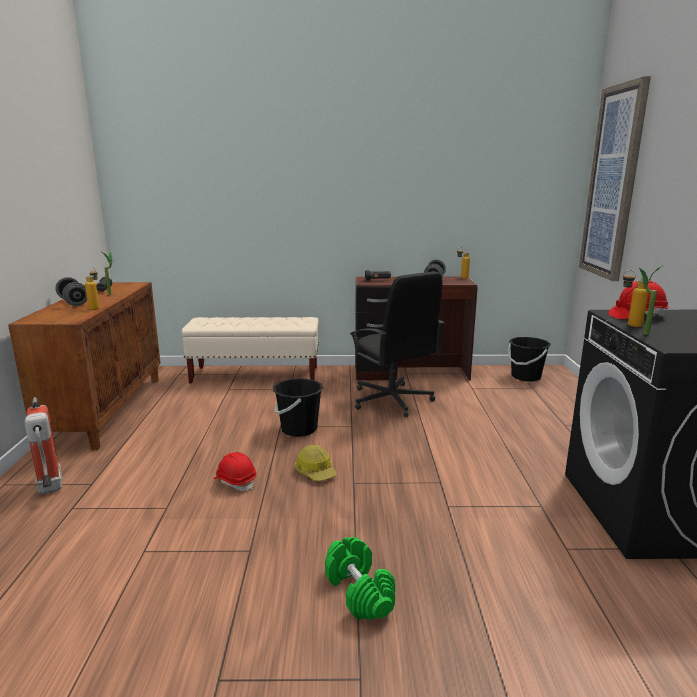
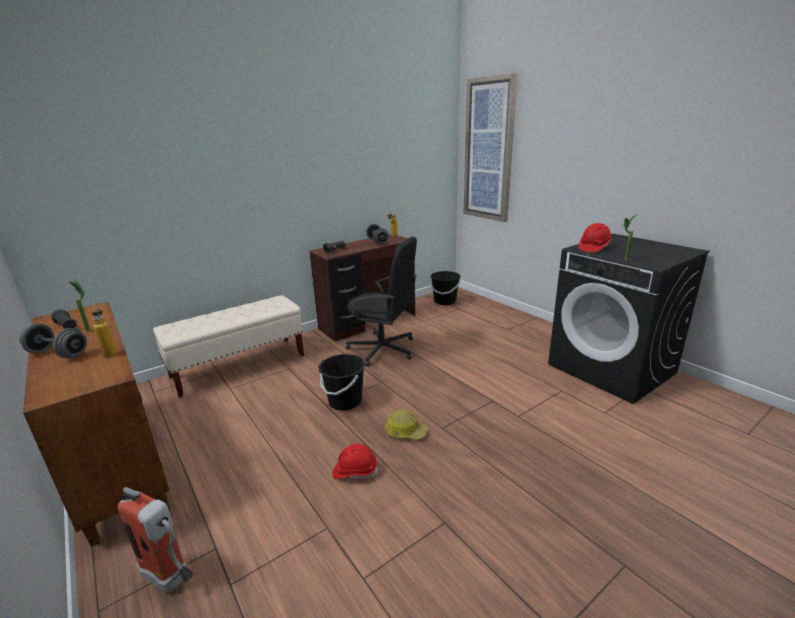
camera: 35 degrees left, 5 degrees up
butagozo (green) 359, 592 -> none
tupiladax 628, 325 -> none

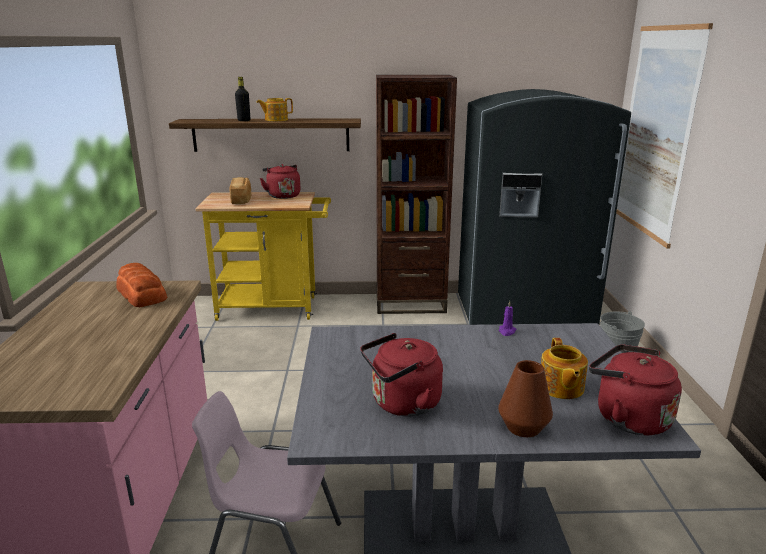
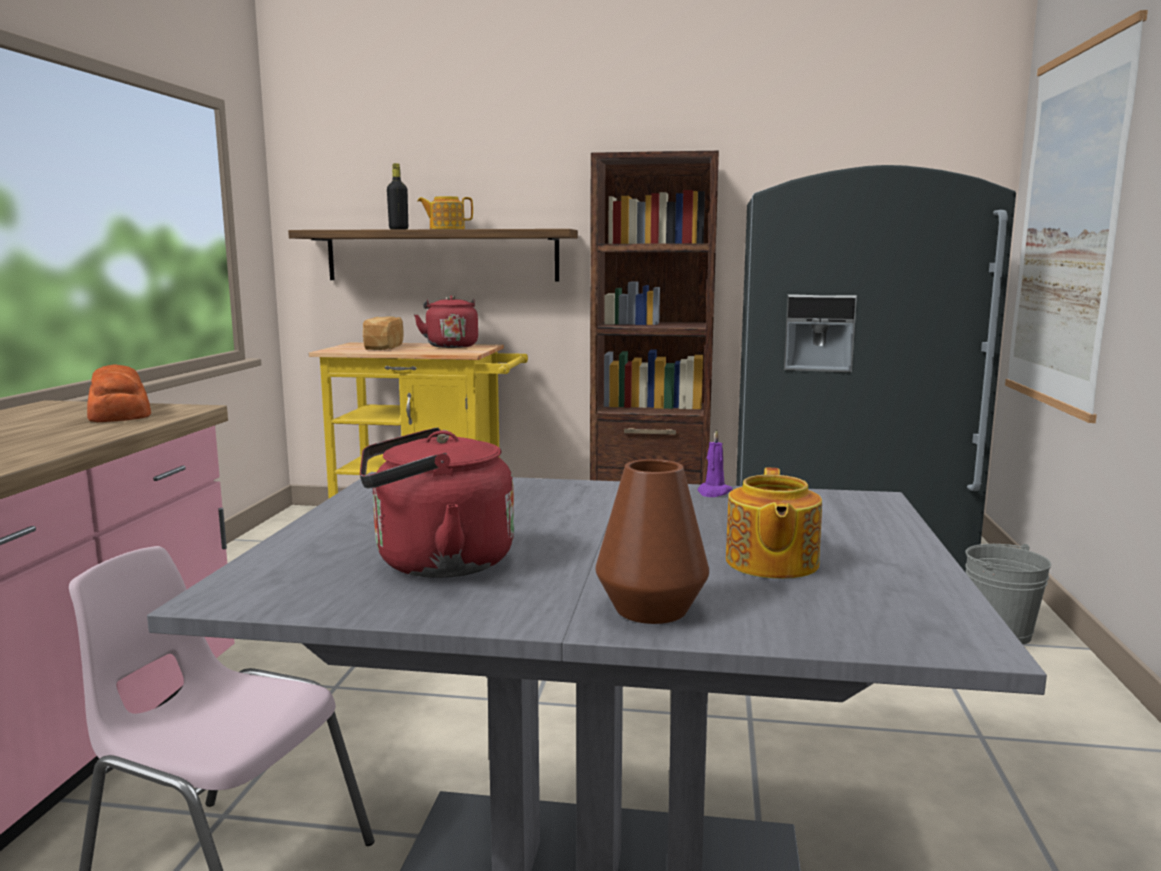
camera: 10 degrees right, 10 degrees down
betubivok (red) 627, 417 -> none

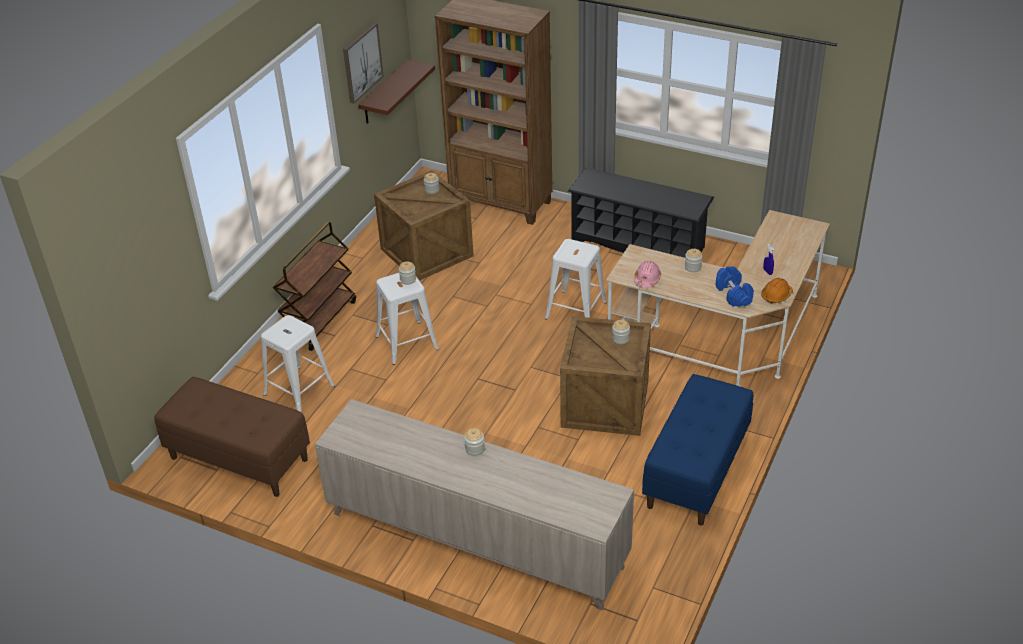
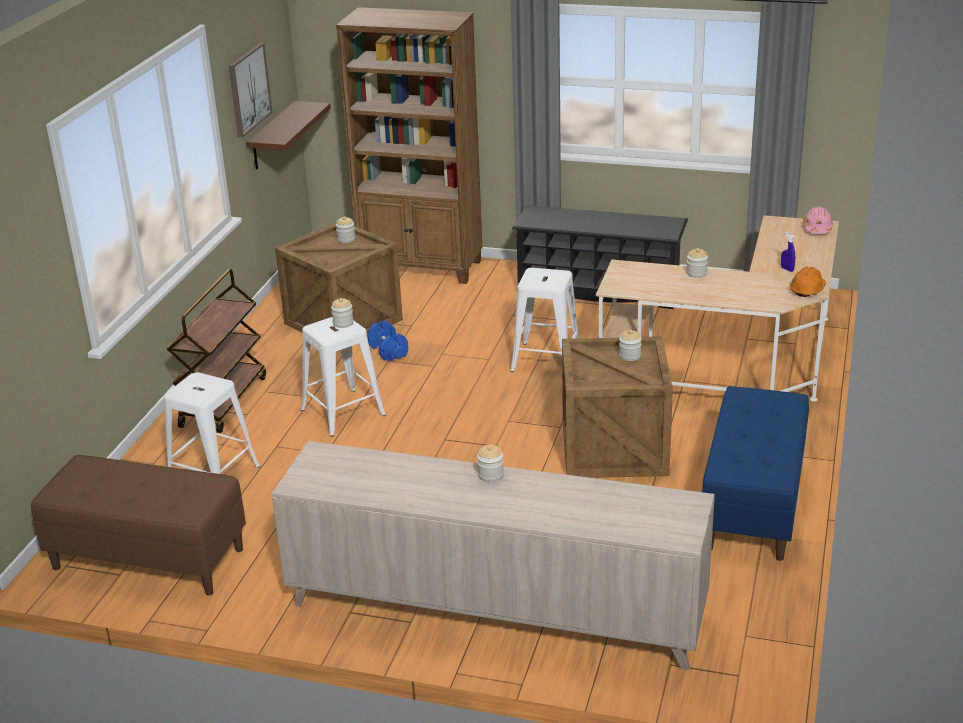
camera: 10 degrees left, 10 degrees down
butagozo (blue) 733, 294 -> butagozo (blue) 388, 350, relocated
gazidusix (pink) 647, 279 -> gazidusix (pink) 817, 228, relocated

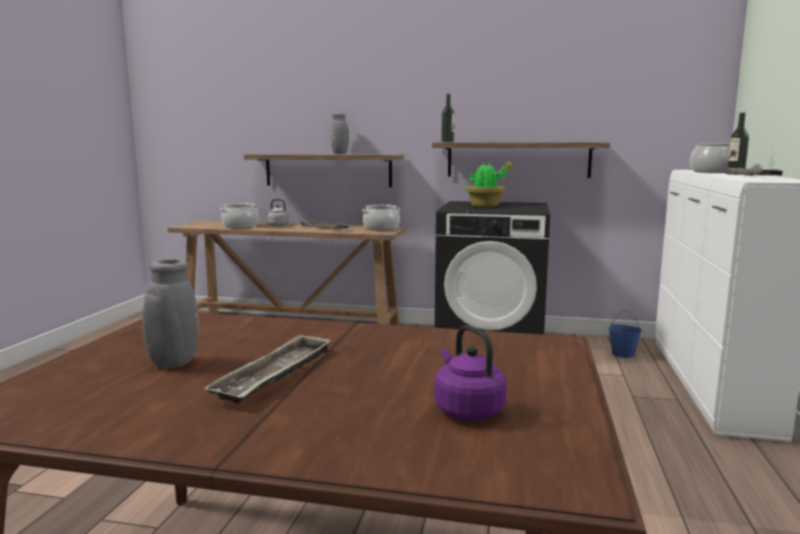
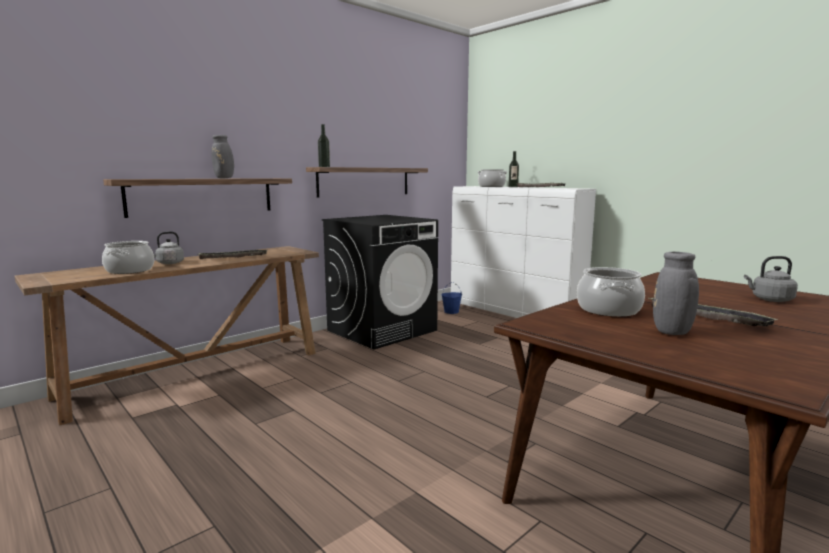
camera: 55 degrees left, 0 degrees up
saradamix 381, 228 -> saradamix 608, 310, relocated
betubivok (purple) 467, 409 -> betubivok (grey) 770, 299
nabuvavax 486, 206 -> none

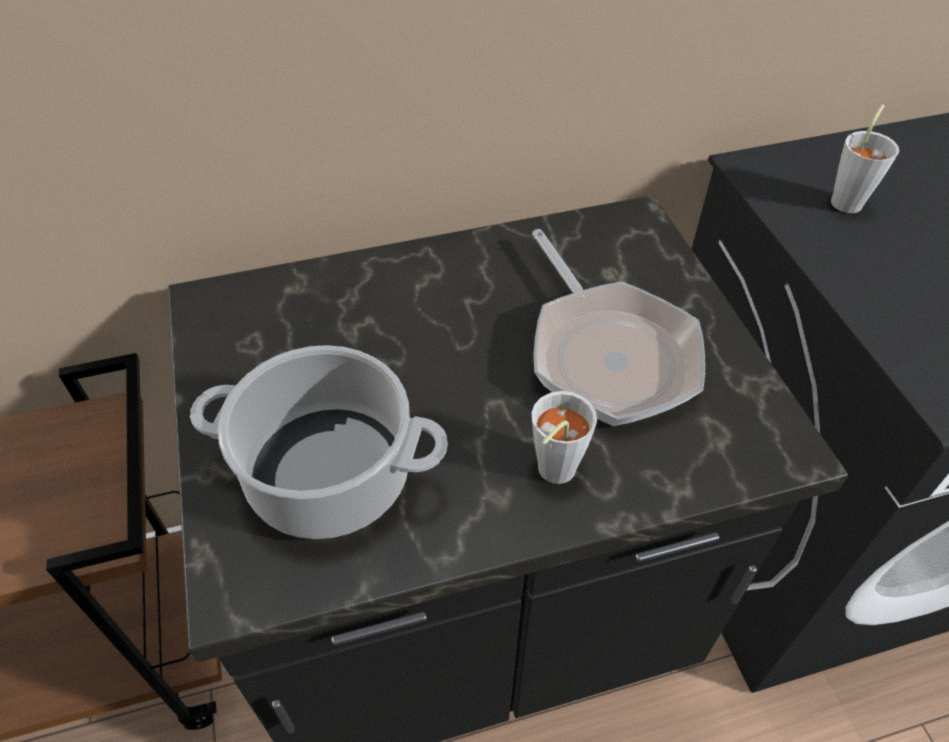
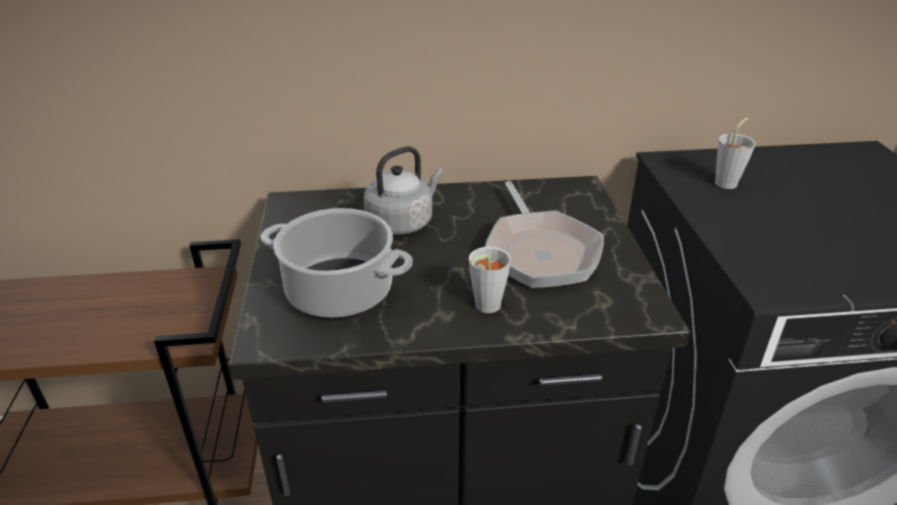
camera: 10 degrees right, 15 degrees down
none -> betubivok (grey) 402, 222

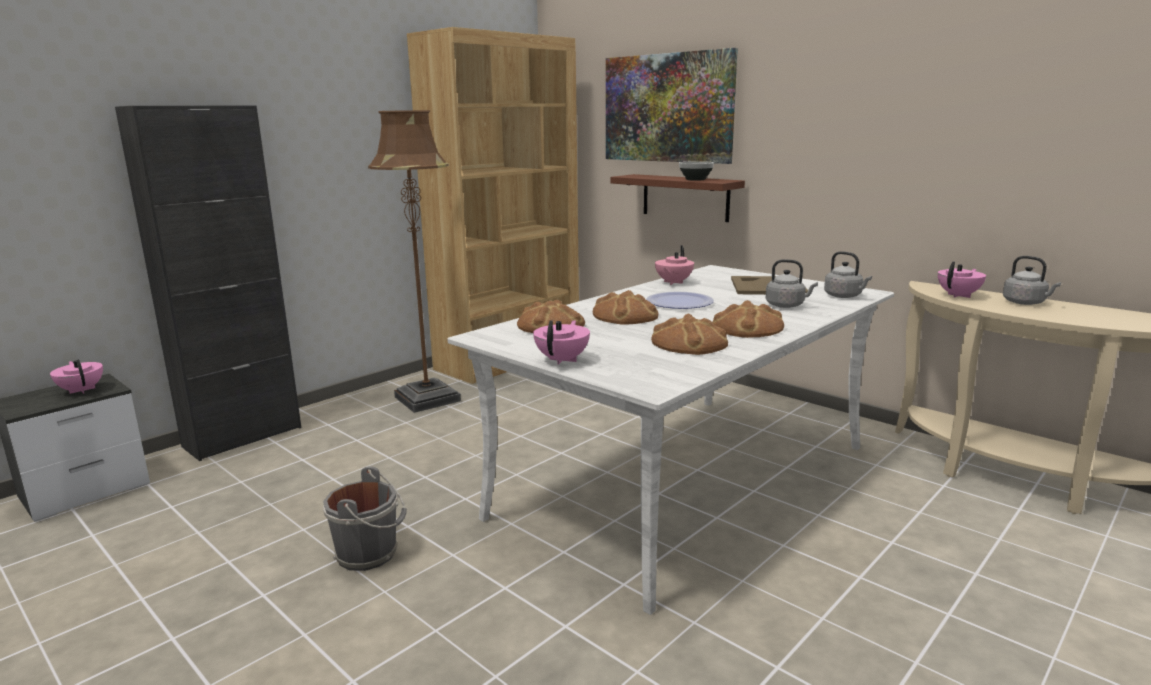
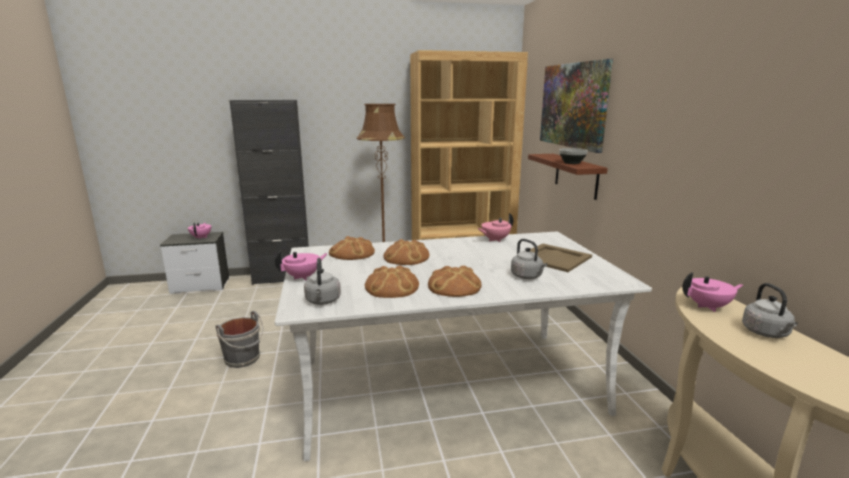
camera: 35 degrees right, 0 degrees up
betubivok (grey) 844, 296 -> betubivok (grey) 323, 301, relocated
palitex 679, 302 -> none

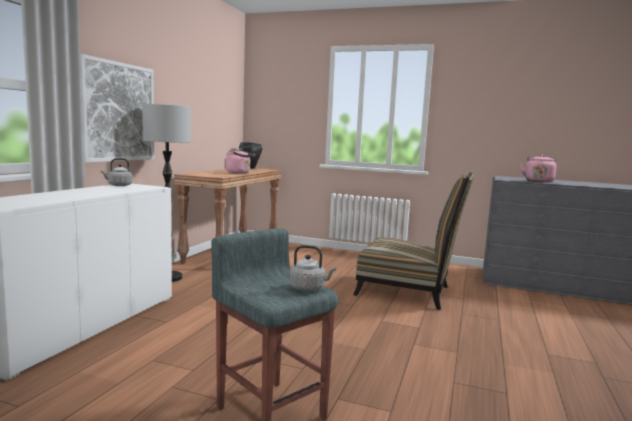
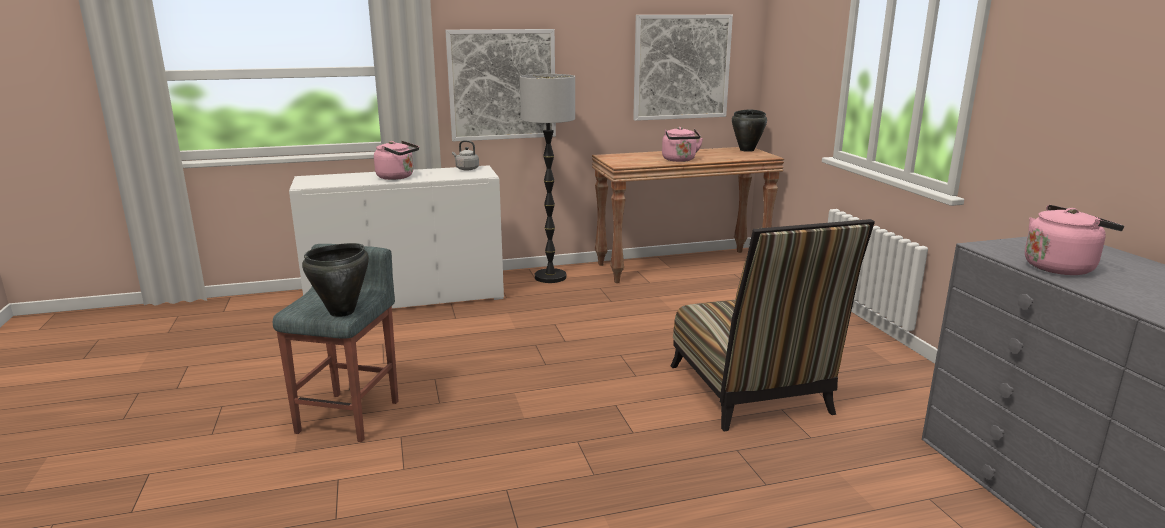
camera: 55 degrees right, 10 degrees up
betubivok (grey) 309, 288 -> saradamix (black) 342, 312
none -> betubivok (pink) 397, 177
none -> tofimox 681, 67

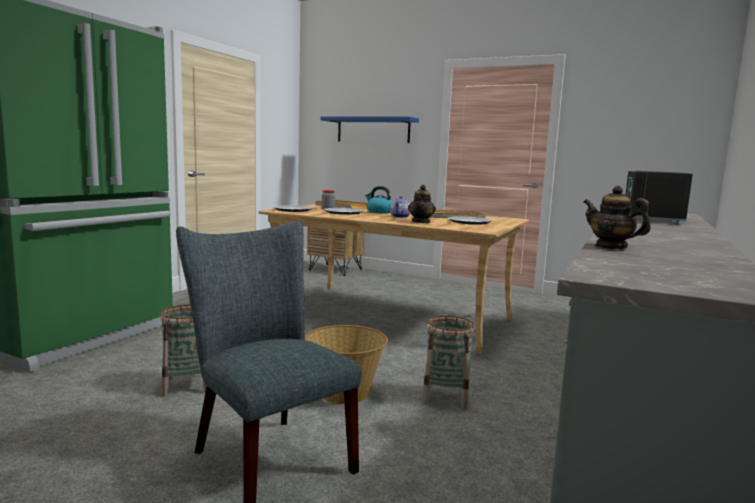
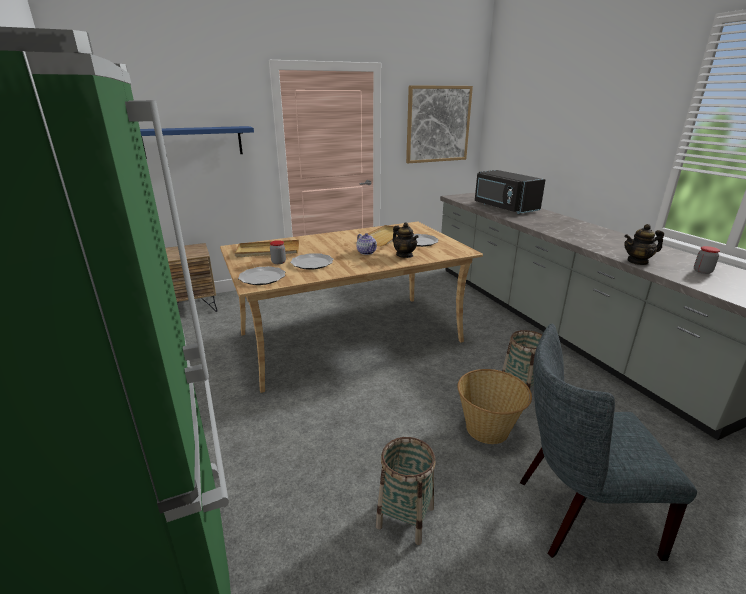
camera: 50 degrees left, 15 degrees up
none -> tofimox 438, 124
none -> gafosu 702, 271
betubivok 379, 212 -> none

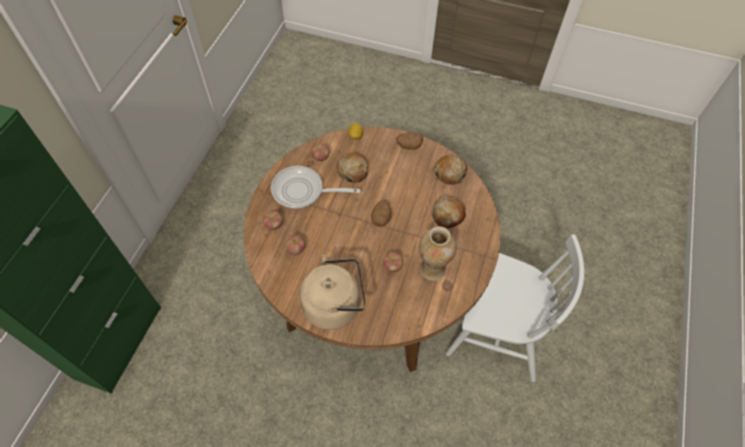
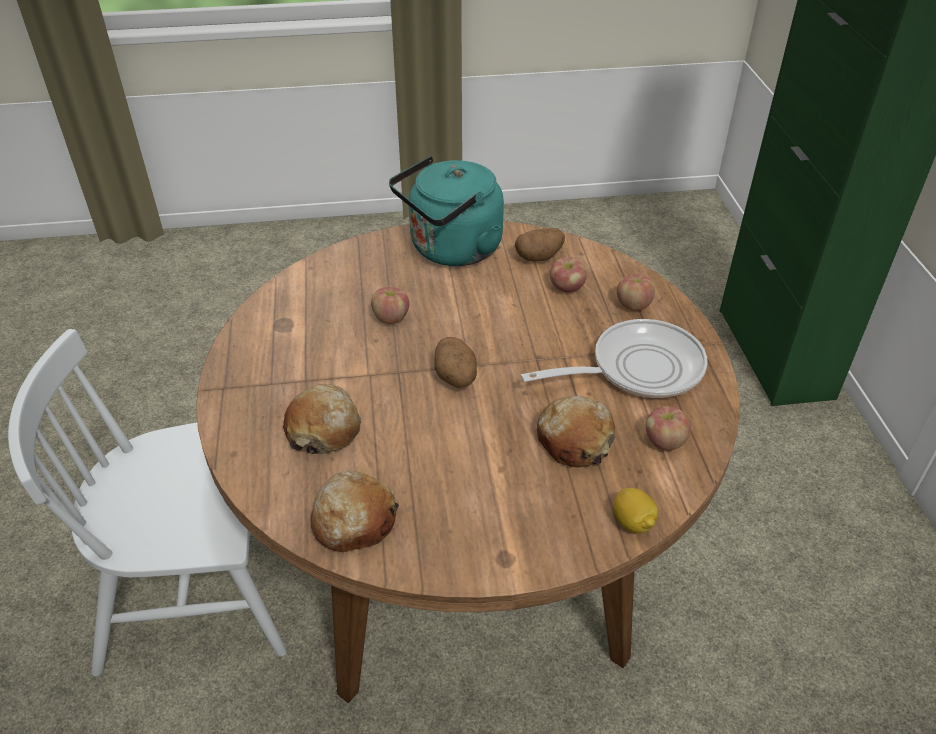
camera: 155 degrees right, 15 degrees down
betubivok (beige) 335, 305 -> betubivok (turquoise) 451, 250
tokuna 408, 146 -> tokuna 539, 257, relocated
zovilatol 432, 269 -> none

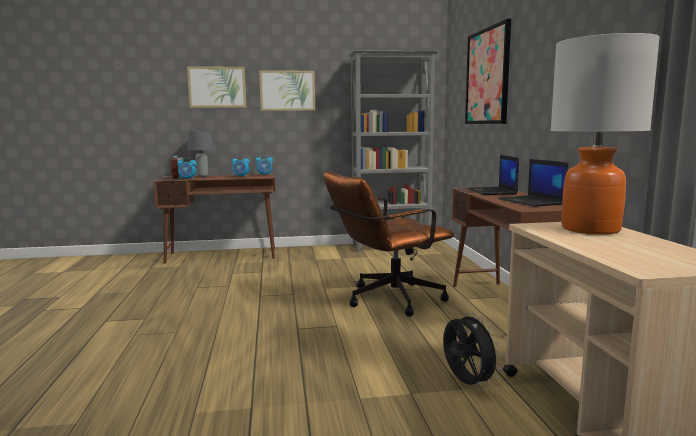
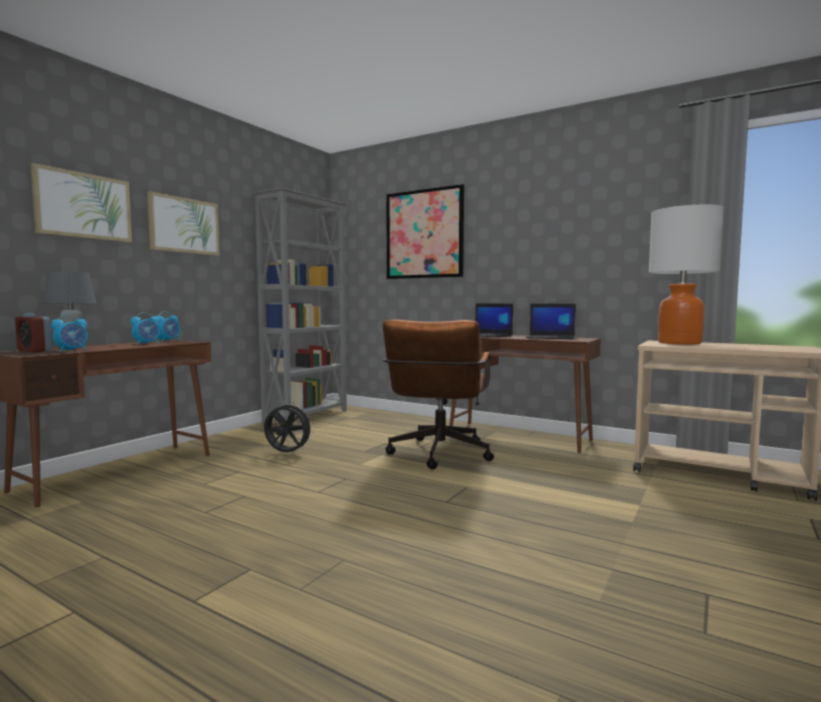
camera: 50 degrees left, 5 degrees down
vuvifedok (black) 466, 383 -> vuvifedok (black) 287, 453, relocated

